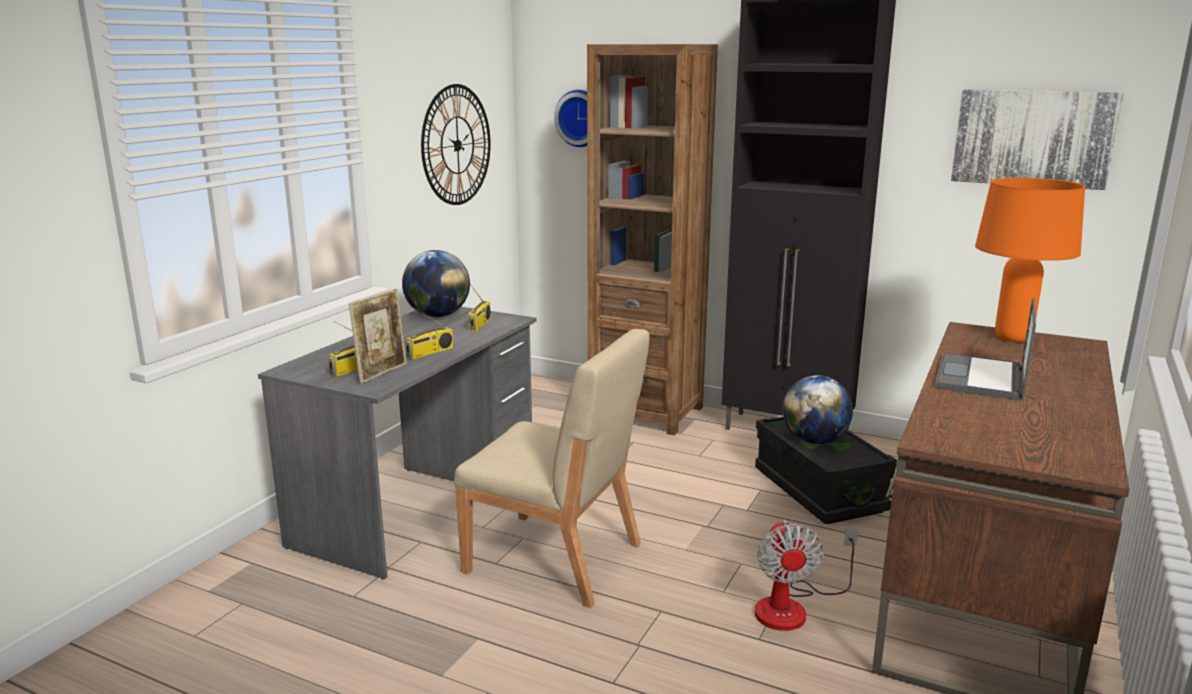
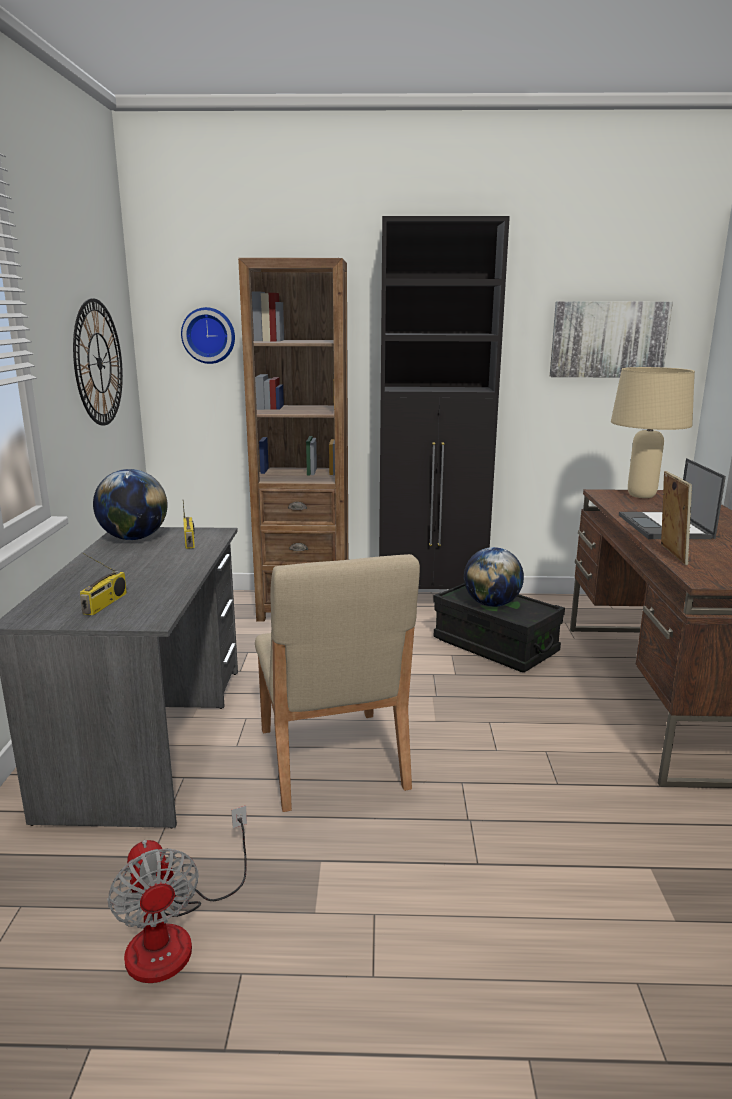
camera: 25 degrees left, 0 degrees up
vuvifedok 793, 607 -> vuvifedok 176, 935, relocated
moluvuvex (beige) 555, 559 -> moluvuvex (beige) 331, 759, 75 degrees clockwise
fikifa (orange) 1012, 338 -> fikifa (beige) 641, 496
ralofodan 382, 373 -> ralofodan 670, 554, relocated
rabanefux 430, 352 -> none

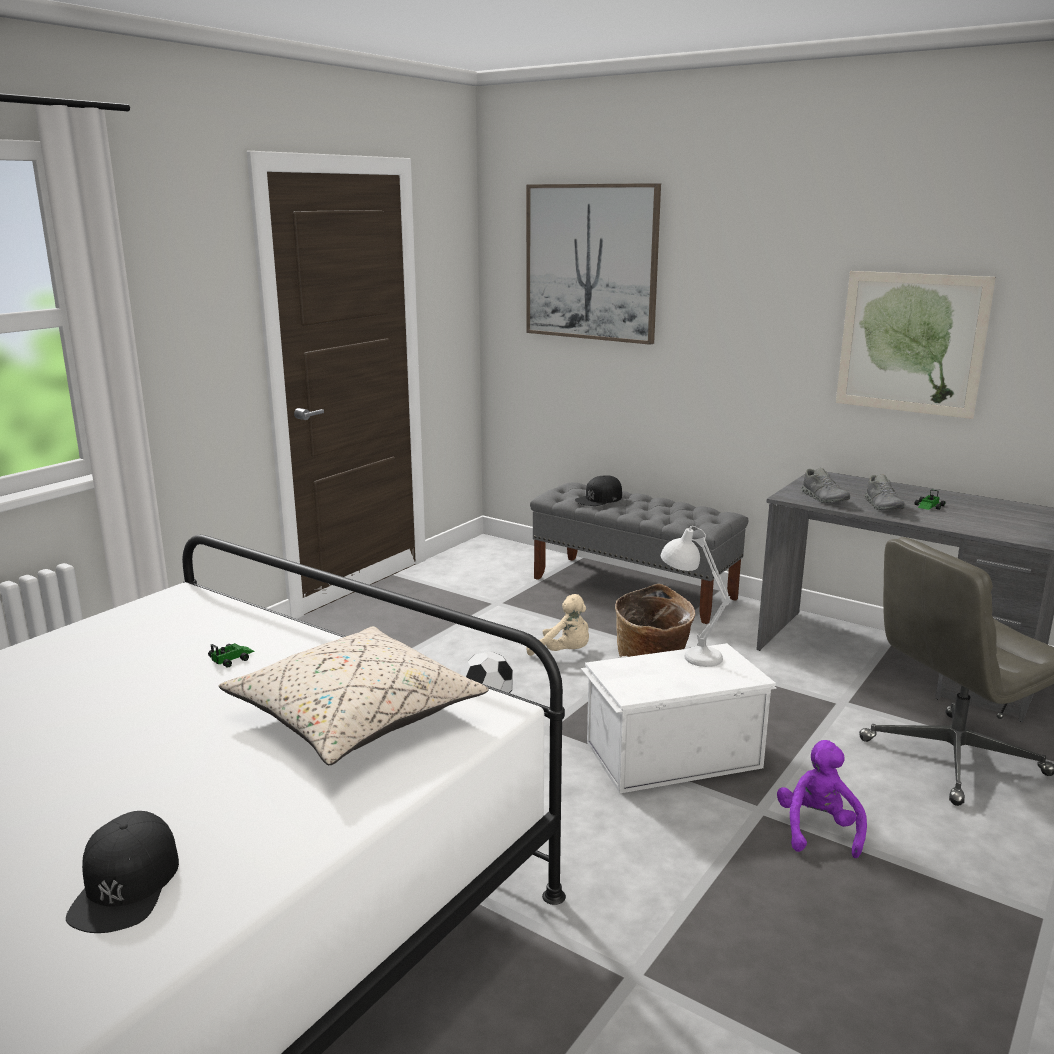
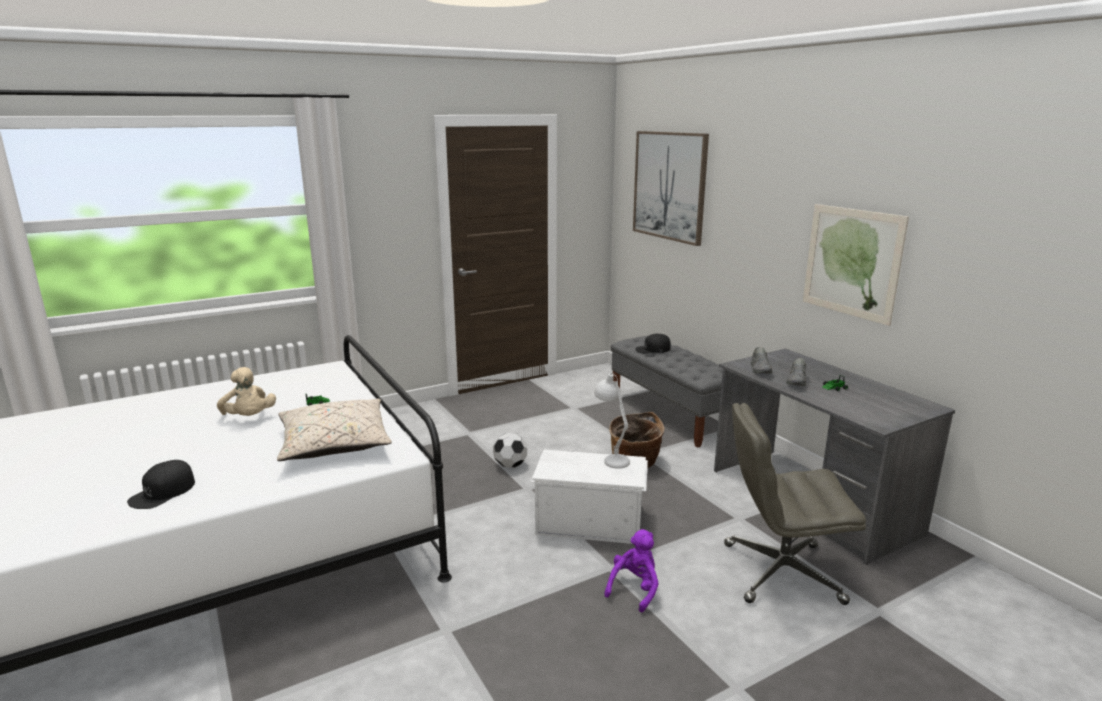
camera: 25 degrees right, 0 degrees up
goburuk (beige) 564, 653 -> goburuk (beige) 249, 418, relocated

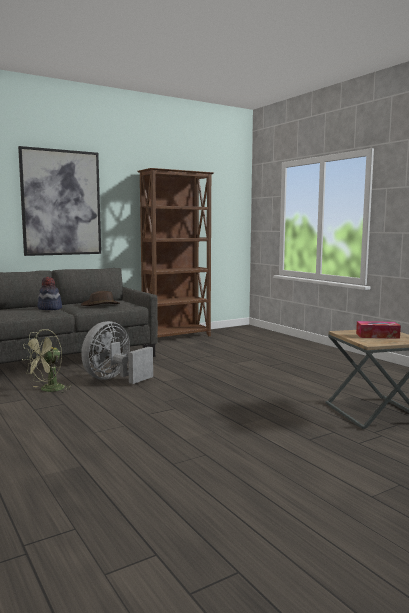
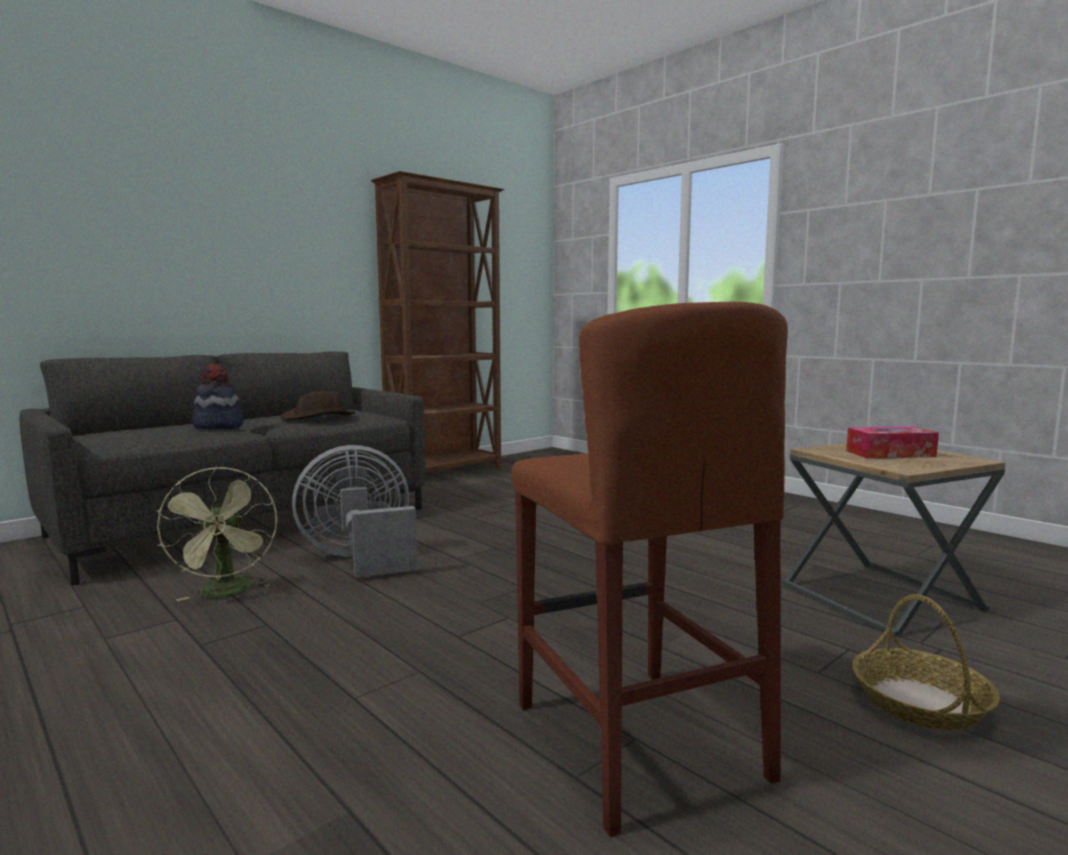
camera: 10 degrees left, 0 degrees up
vuvifedok (green) 48, 390 -> vuvifedok (green) 227, 593, 45 degrees counterclockwise
vuvifedok (grey) 114, 379 -> vuvifedok (grey) 360, 559, 45 degrees clockwise
none -> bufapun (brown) 637, 739
none -> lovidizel 919, 702
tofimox 61, 203 -> none

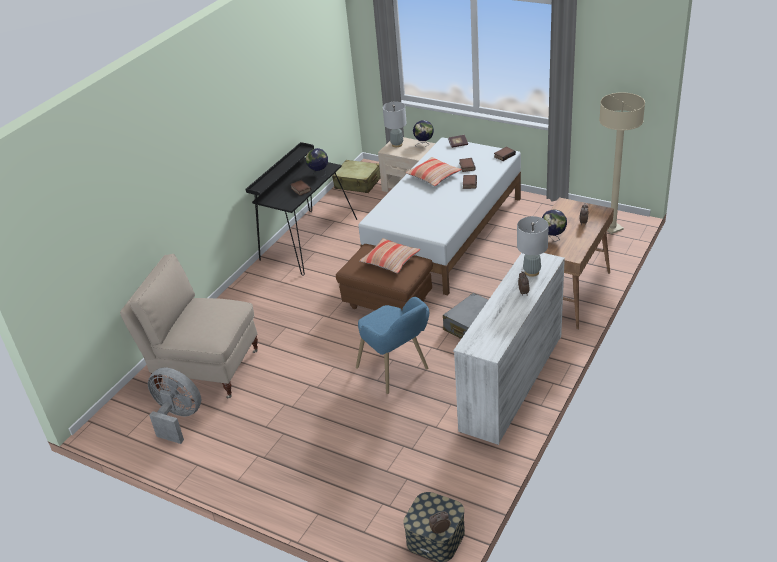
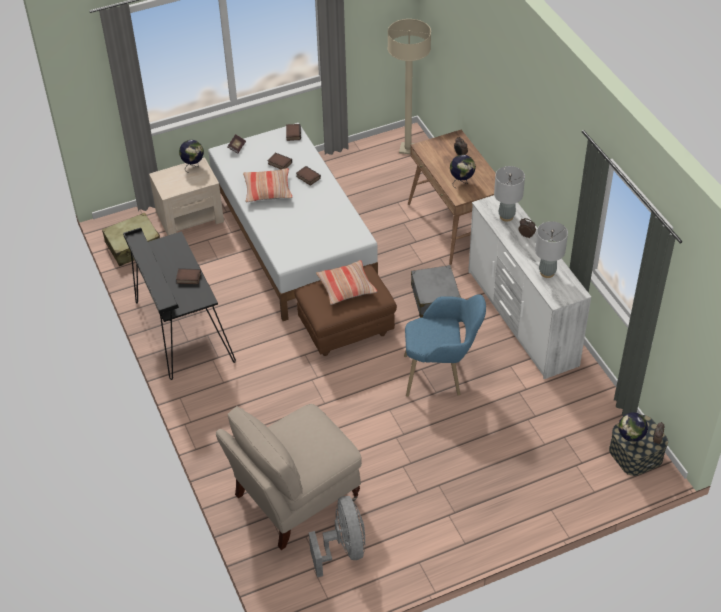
camera: 55 degrees left, 10 degrees up
vuvifedok (grey) 178, 418 -> vuvifedok (grey) 343, 549, 105 degrees clockwise
fikifa (grey) 397, 144 -> fikifa (grey) 547, 273, relocated
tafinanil 319, 174 -> tafinanil 630, 440, relocated

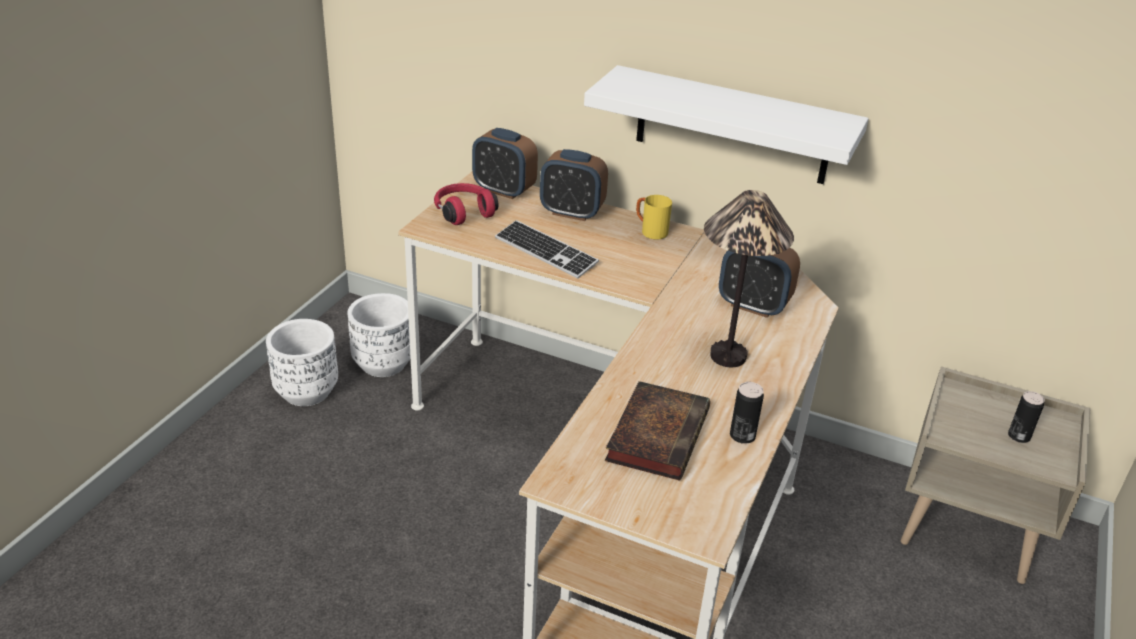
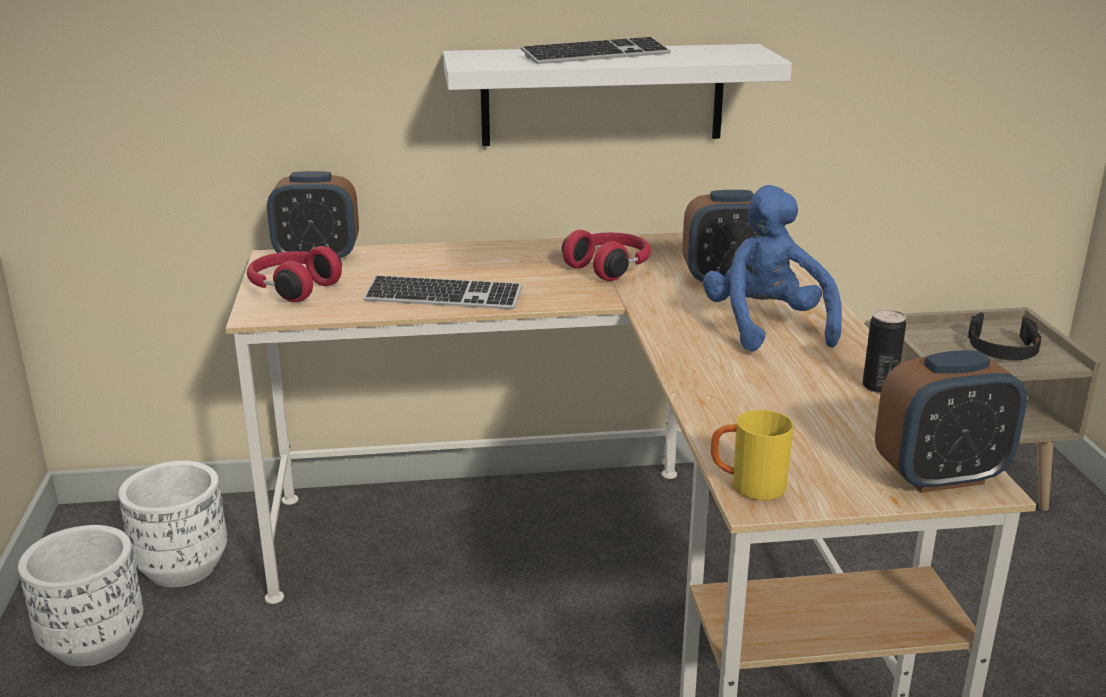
camera: 30 degrees left, 10 degrees down
none -> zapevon 596, 55
none -> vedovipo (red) 610, 268
fikifa 729, 356 -> goburuk (blue) 766, 327
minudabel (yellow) 650, 231 -> minudabel (yellow) 747, 486, relocated
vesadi 572, 212 -> vesadi 940, 476, relocated
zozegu 1018, 436 -> vedovipo (black) 1002, 349
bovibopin 657, 434 -> none

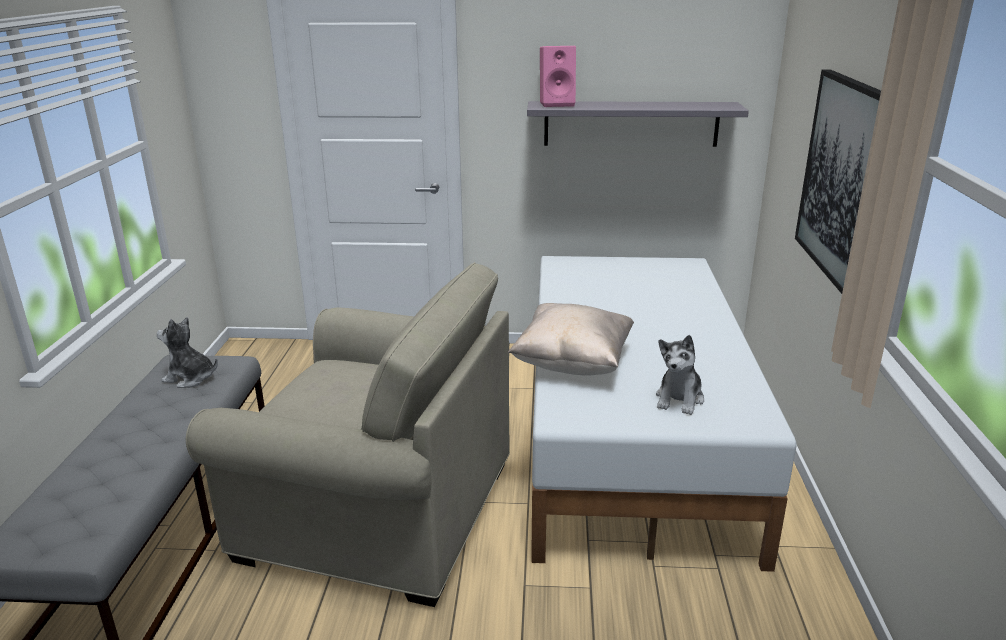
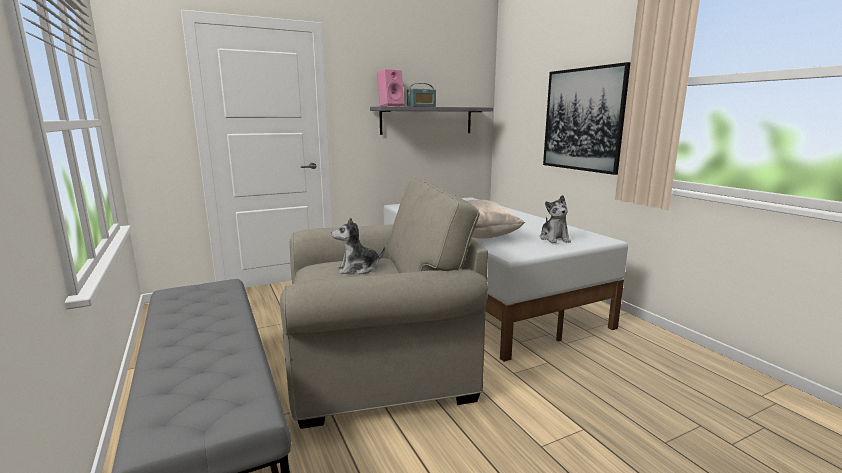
camera: 30 degrees left, 10 degrees down
goburuk 190, 378 -> goburuk 357, 269, relocated
none -> rabanefux 421, 106

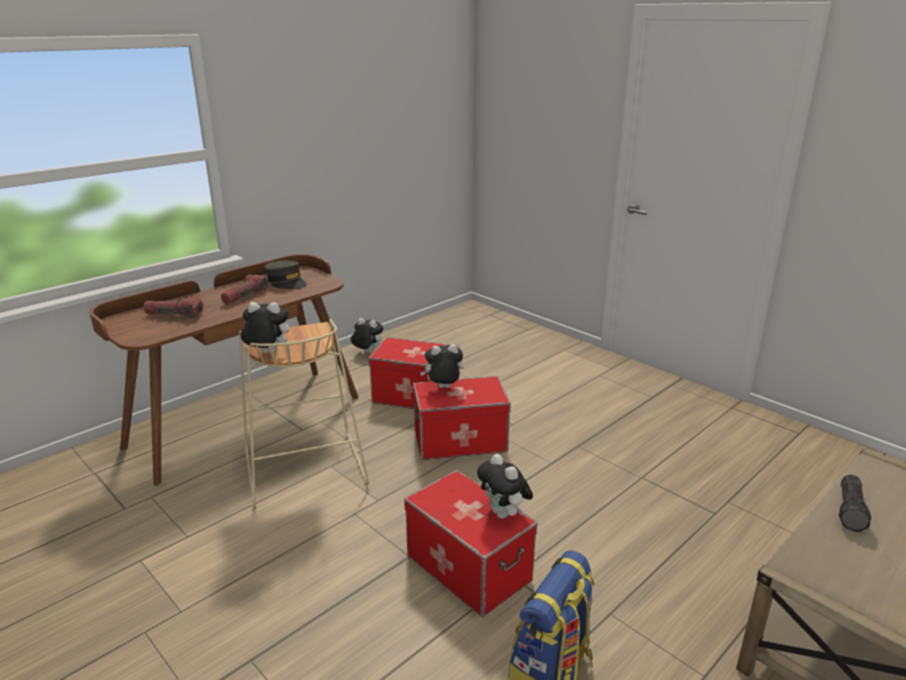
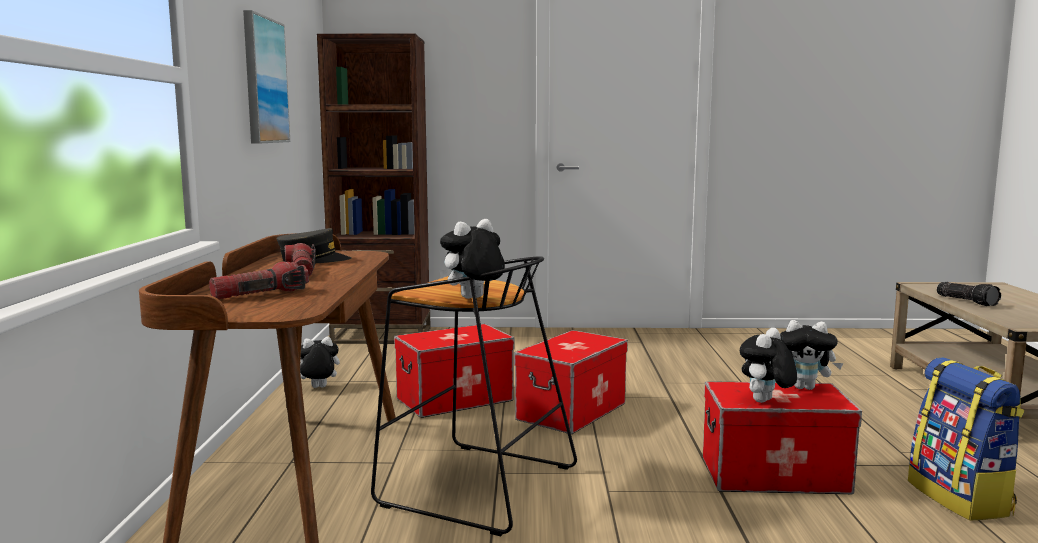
camera: 45 degrees left, 15 degrees down
none -> tofimox 264, 81
none -> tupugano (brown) 382, 335
bufapun (beige) 303, 468 -> bufapun (black) 474, 486
goburuk 443, 388 -> goburuk 765, 402, relocated

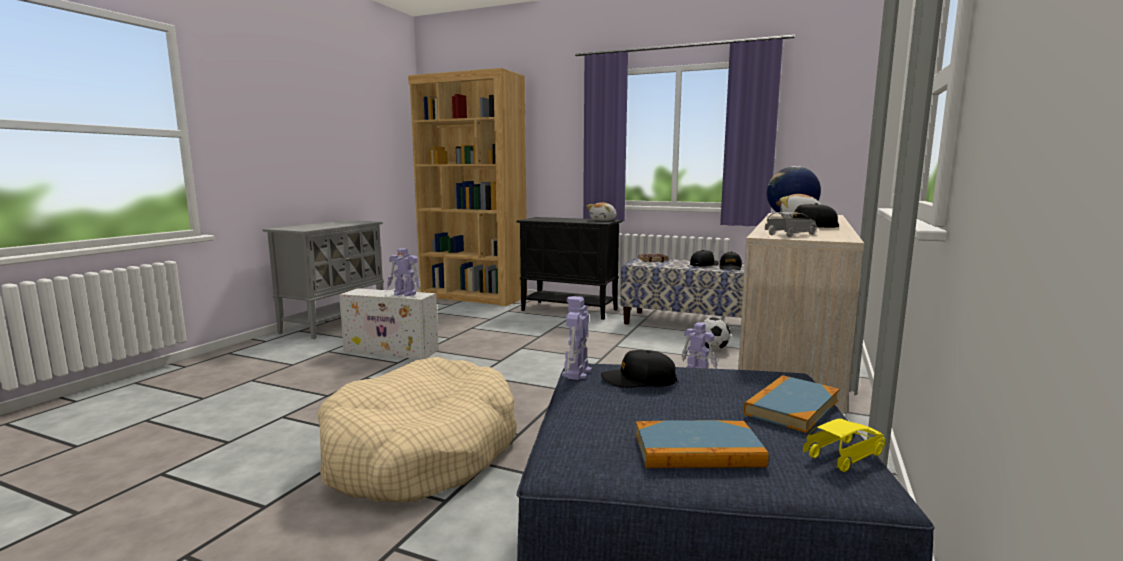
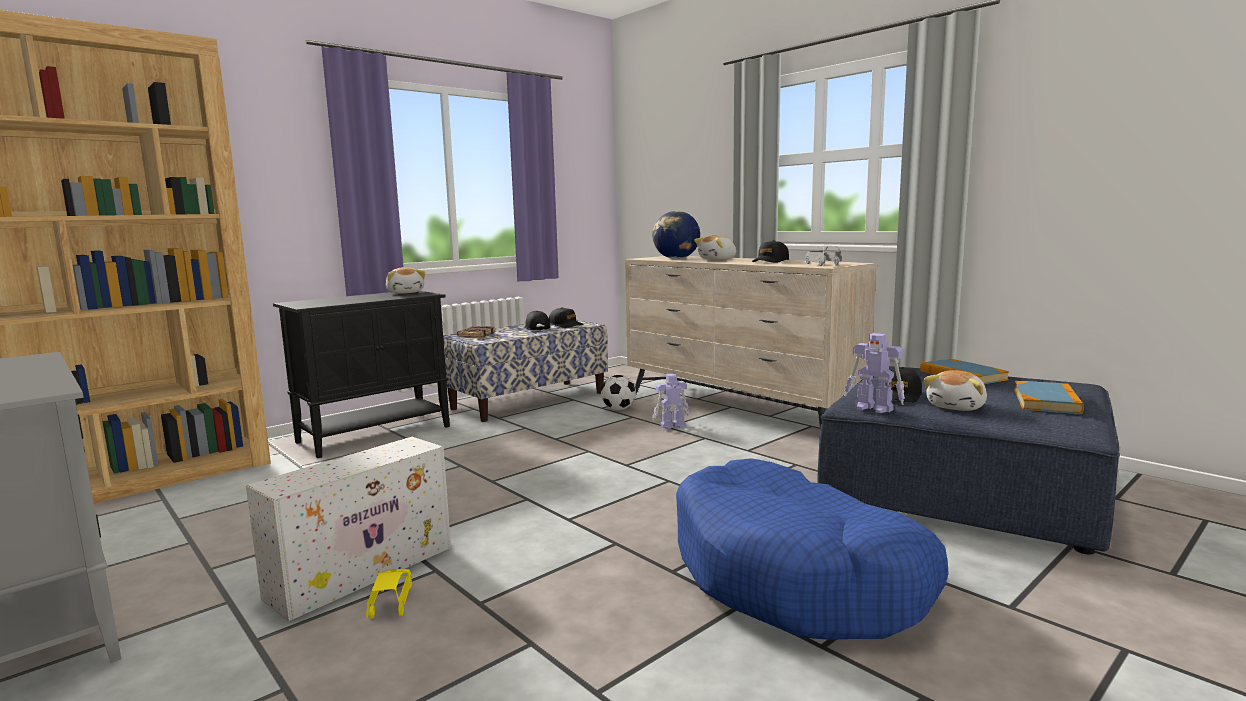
camera: 65 degrees left, 0 degrees up
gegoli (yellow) 844, 456 -> gegoli (yellow) 391, 603, relocated
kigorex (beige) 421, 452 -> kigorex (blue) 796, 576
none -> goburuk 957, 407
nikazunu 405, 294 -> none

